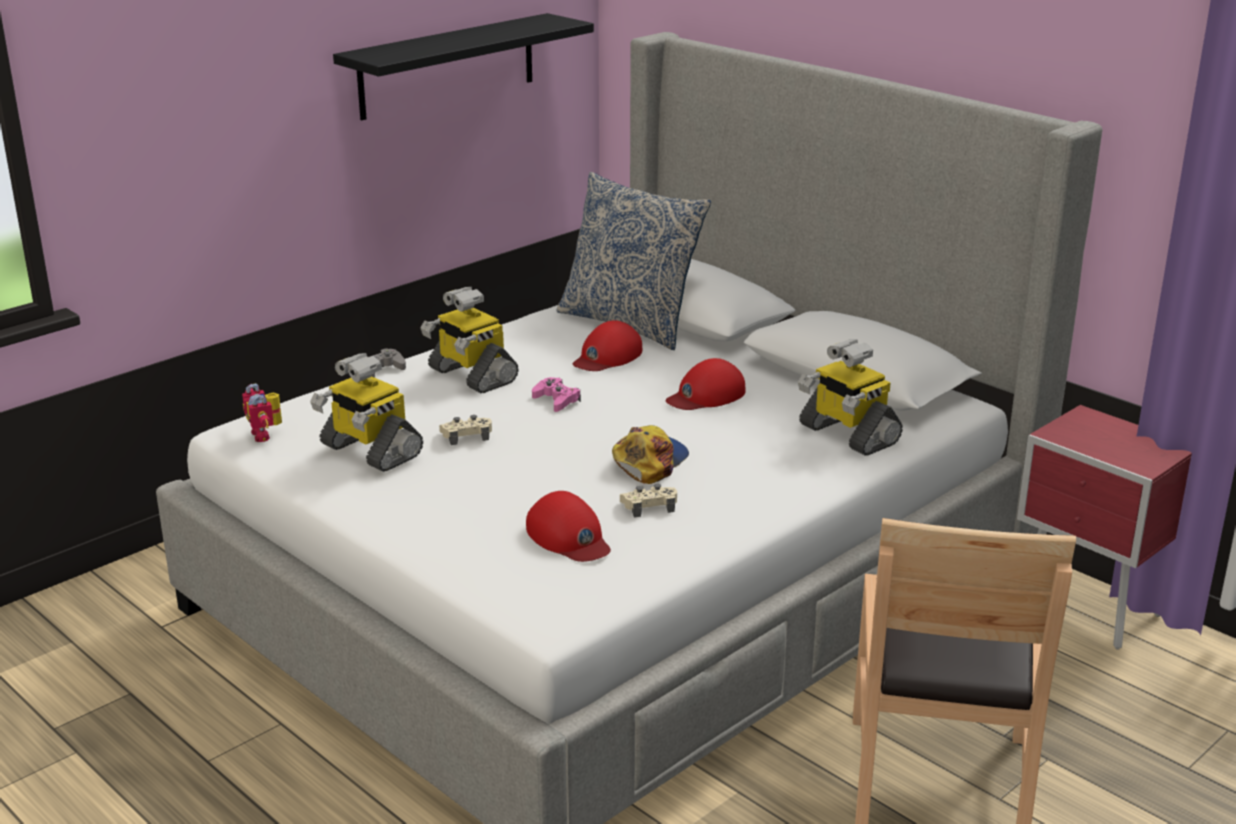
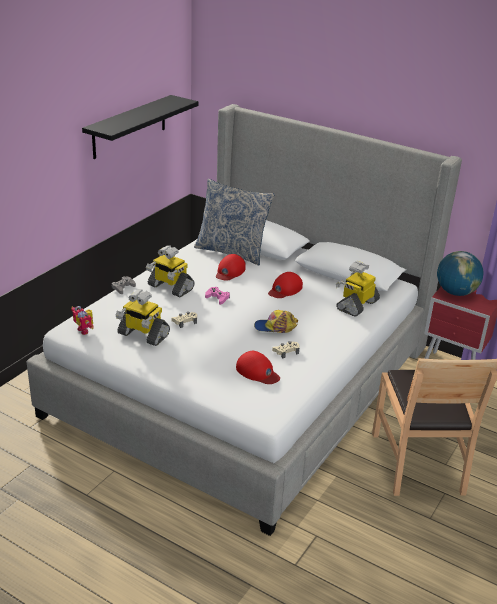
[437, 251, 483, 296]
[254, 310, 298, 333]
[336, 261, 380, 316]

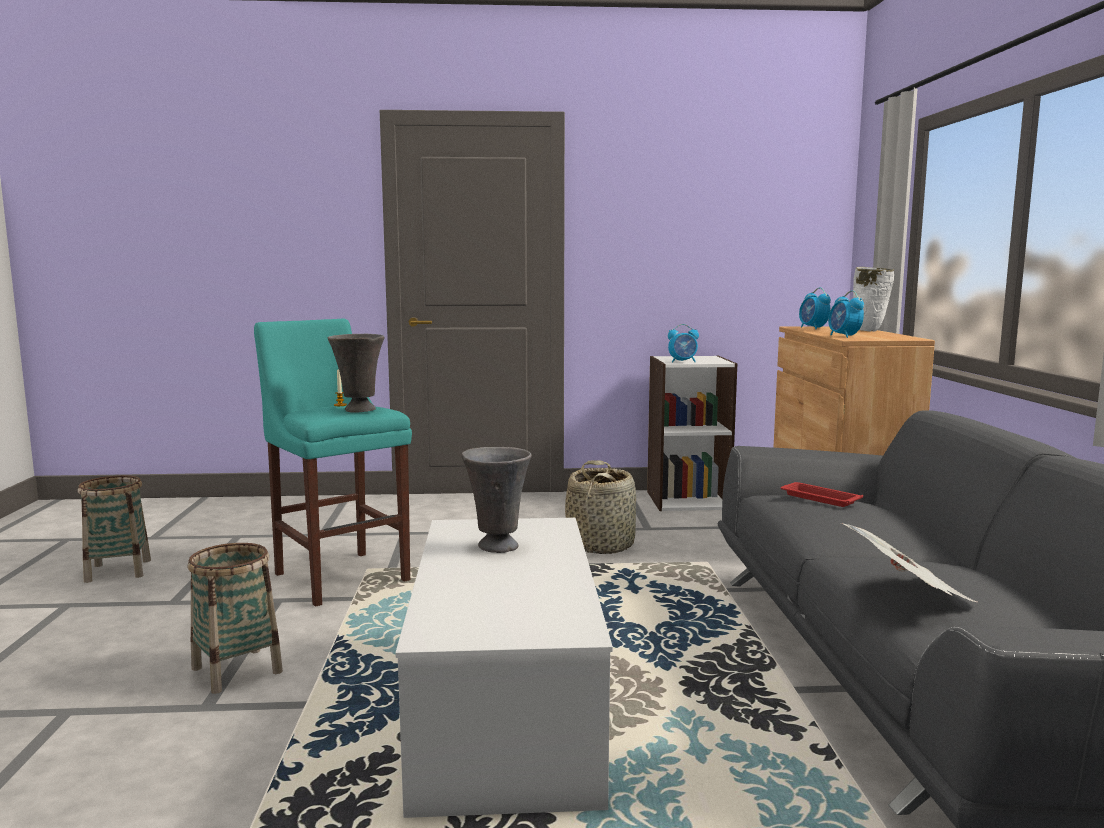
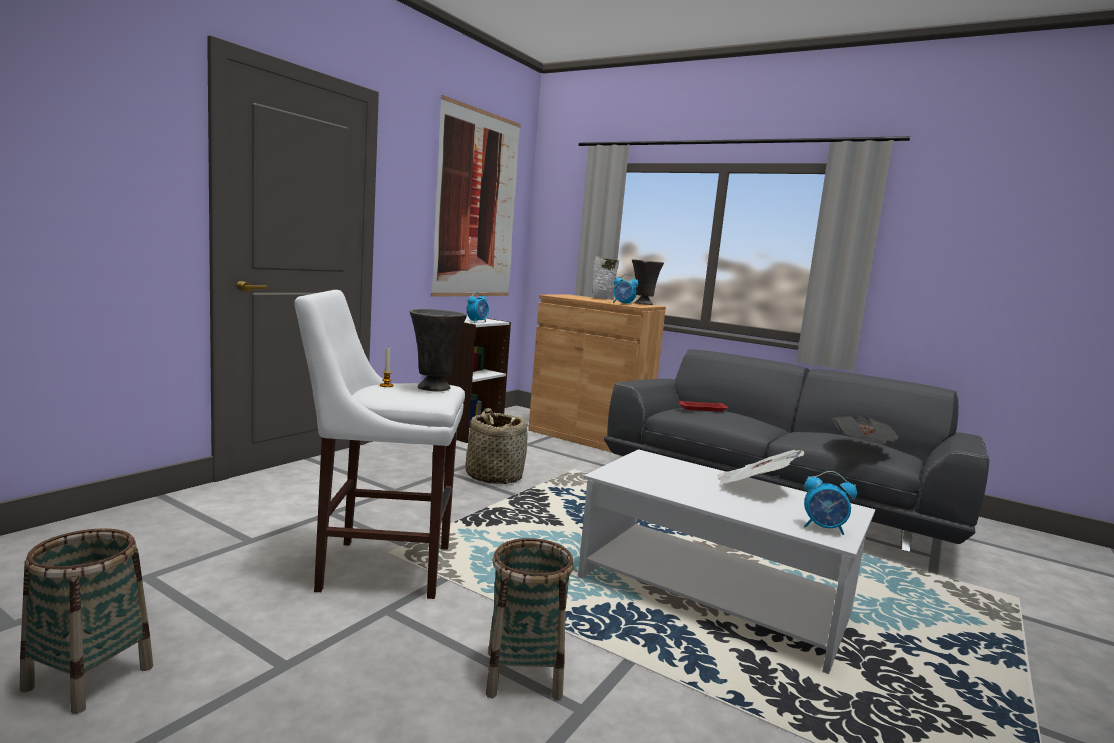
[431, 95, 521, 297]
[717, 450, 804, 485]
[632, 259, 664, 305]
[804, 471, 857, 535]
[294, 290, 465, 599]

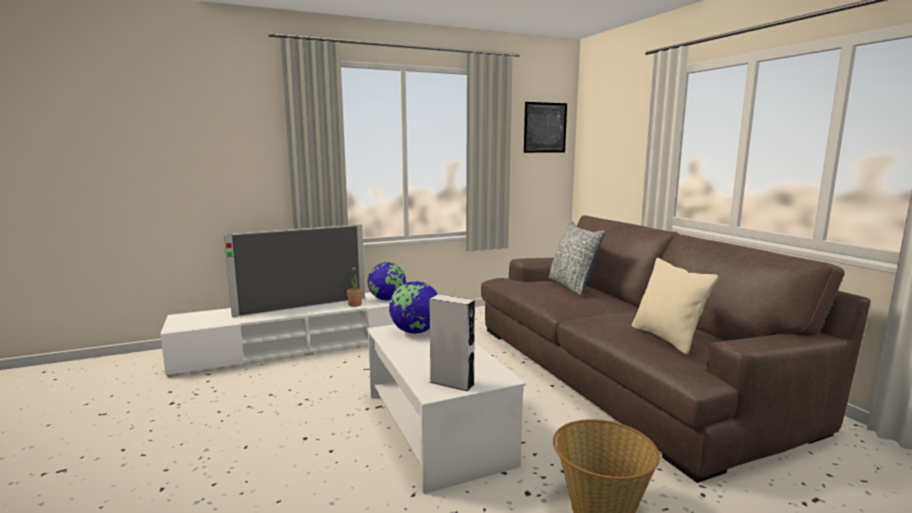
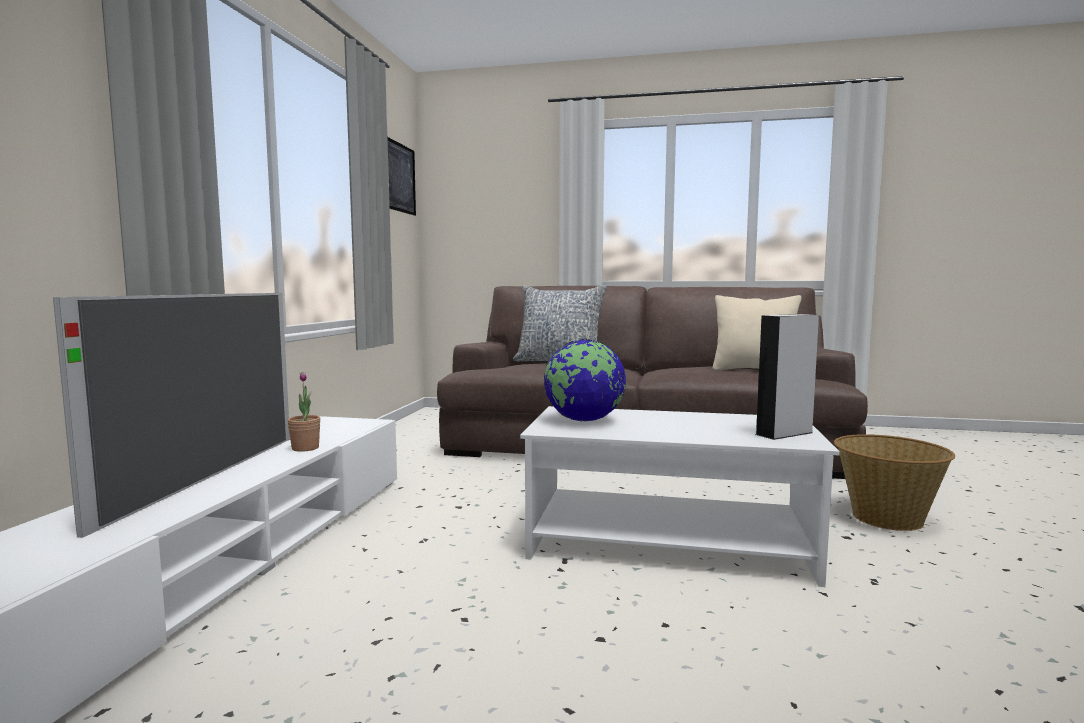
[368, 262, 406, 300] (first image)

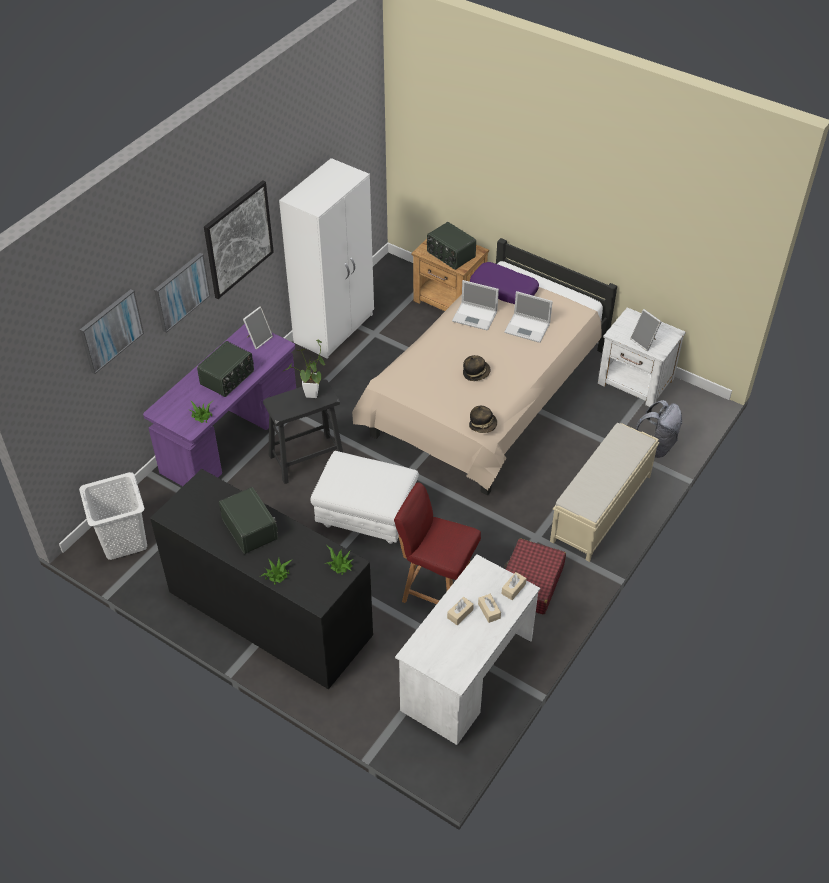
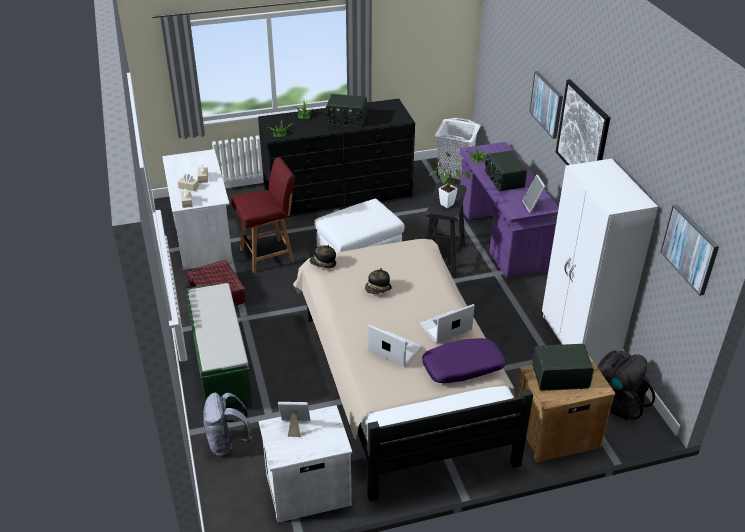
[597, 351, 655, 421]
[660, 204, 719, 296]
[186, 283, 252, 407]
[368, 324, 423, 367]

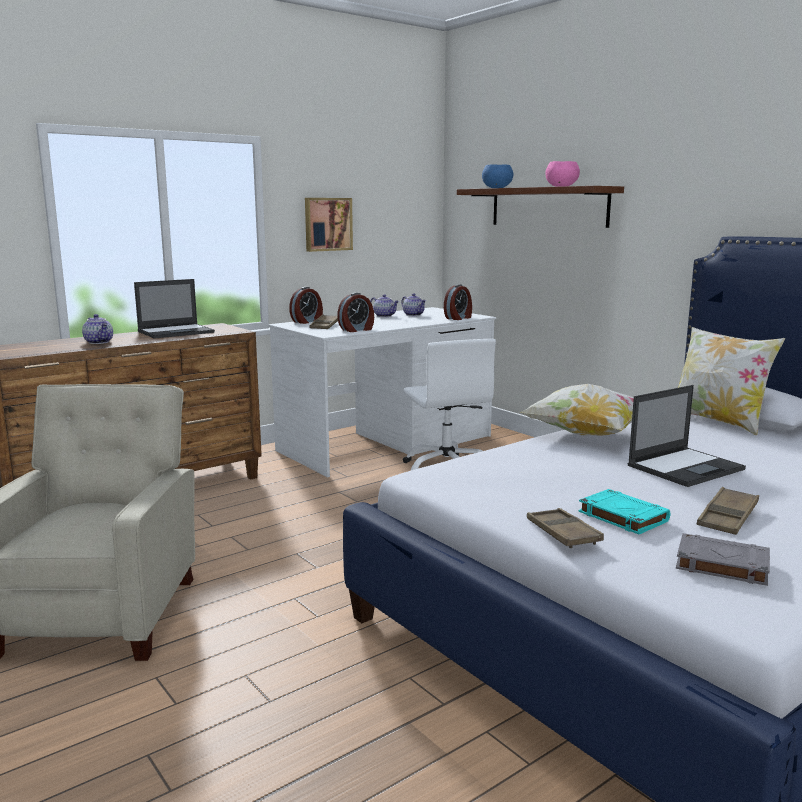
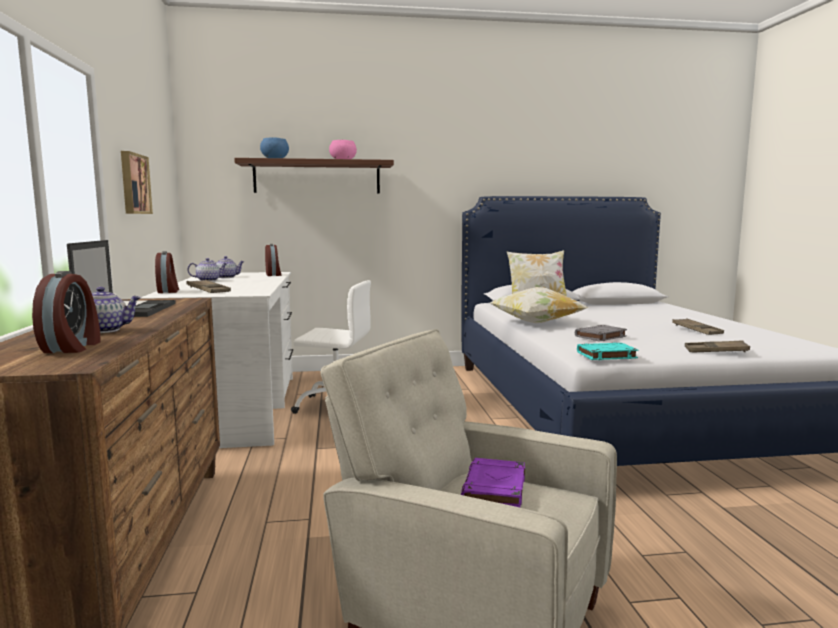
[628, 385, 746, 487] (first image)
[461, 458, 525, 507]
[32, 271, 100, 353]
[577, 342, 638, 360]
[575, 325, 627, 342]

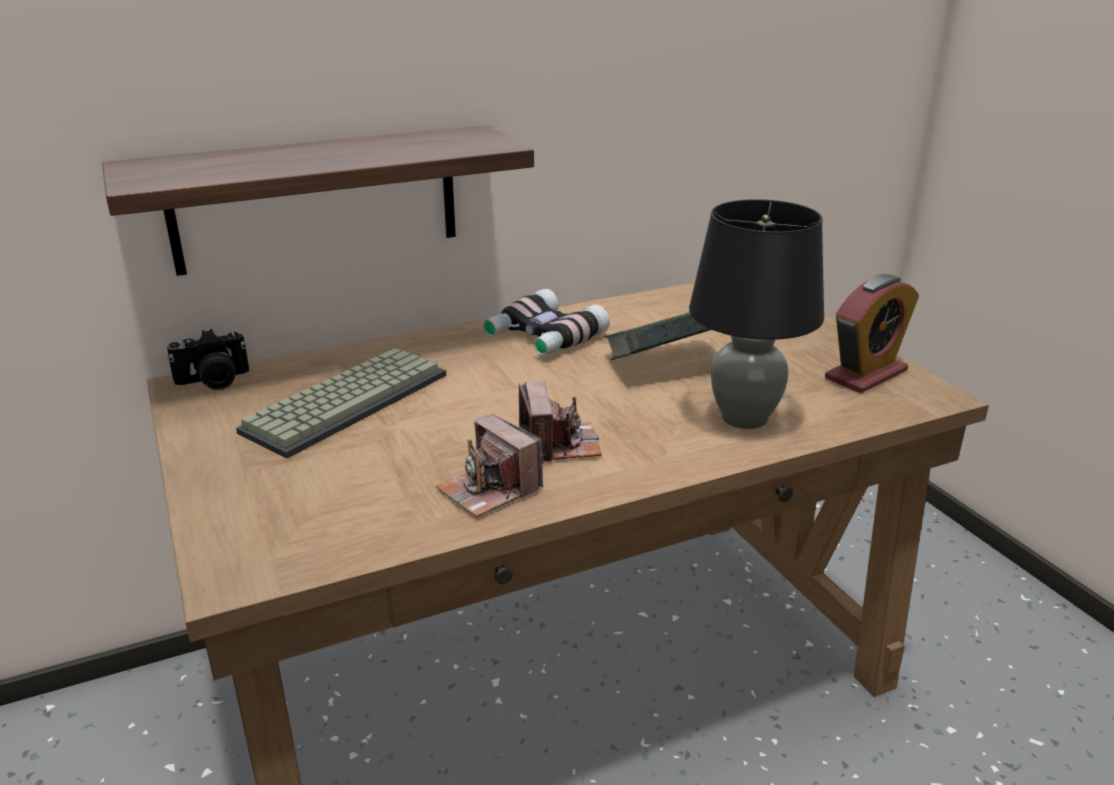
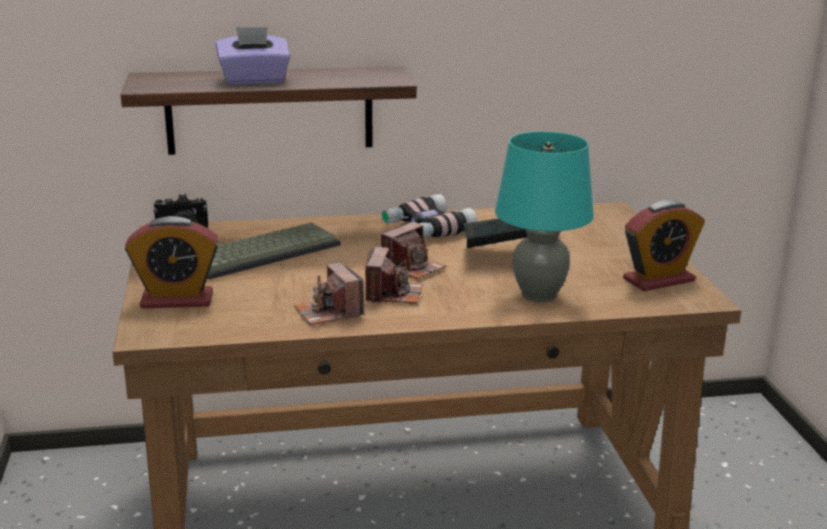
[125, 216, 219, 308]
[216, 27, 290, 85]
[381, 221, 447, 279]
[495, 131, 594, 302]

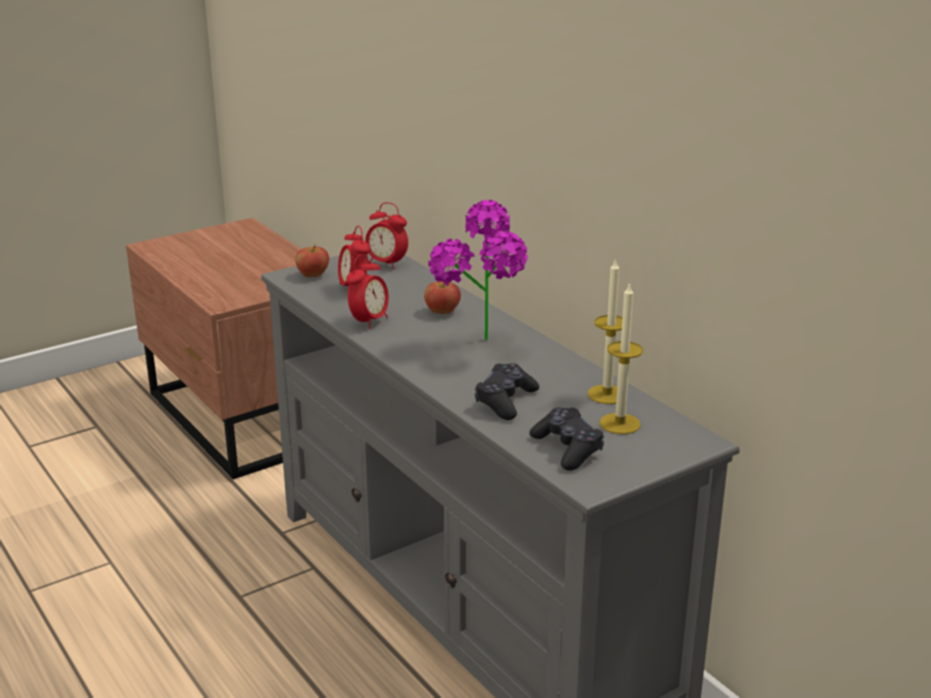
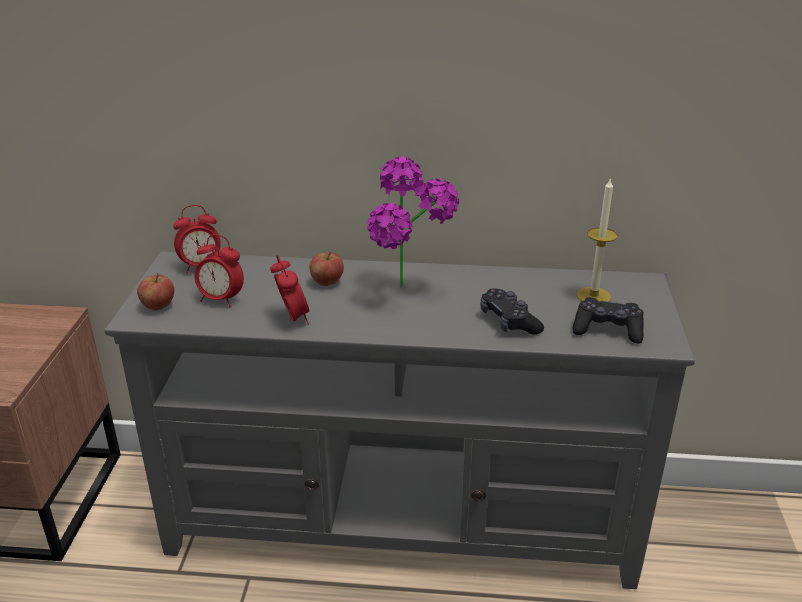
[588, 258, 623, 404] (first image)

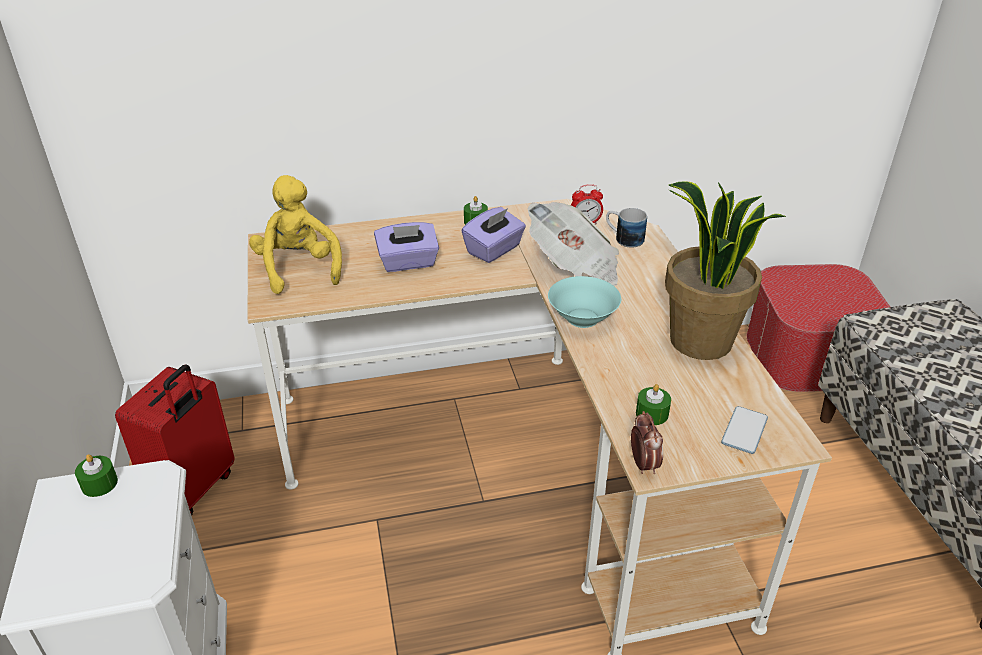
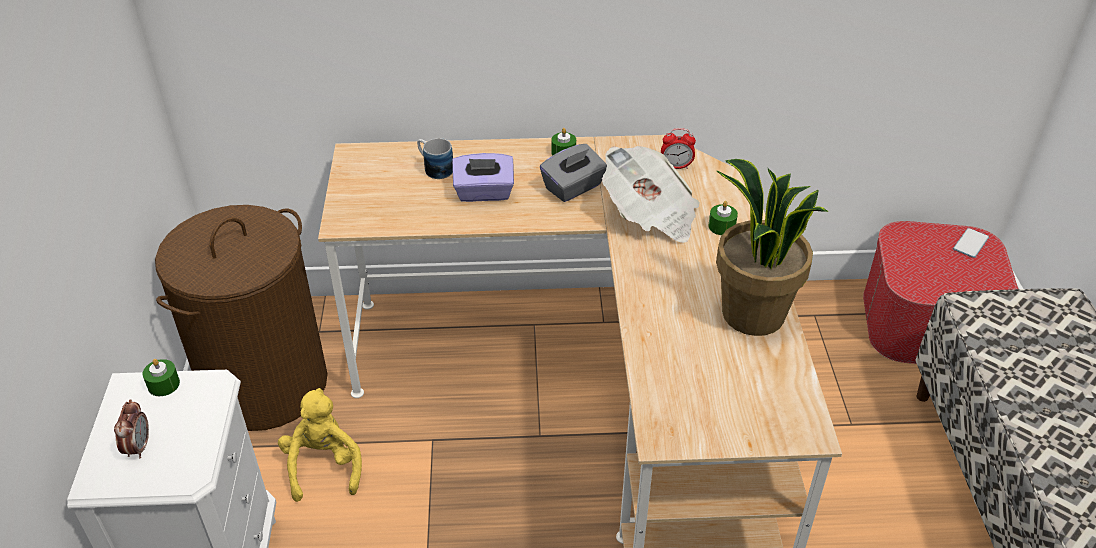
[548, 276, 621, 328] (first image)
[278, 388, 362, 502]
[417, 138, 453, 179]
[114, 399, 149, 458]
[708, 201, 738, 235]
[953, 228, 989, 258]
[155, 205, 328, 431]
[540, 144, 607, 202]

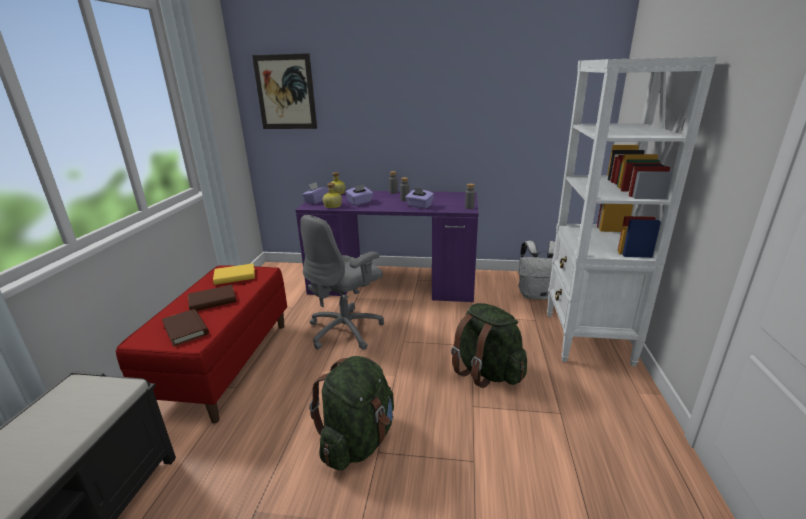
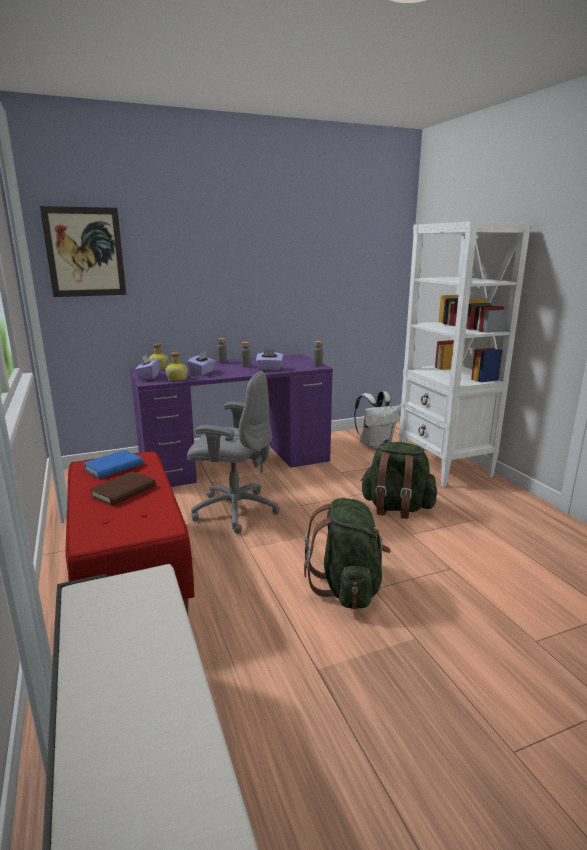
[162, 309, 209, 346] (first image)
[83, 450, 143, 479]
[187, 371, 280, 534]

